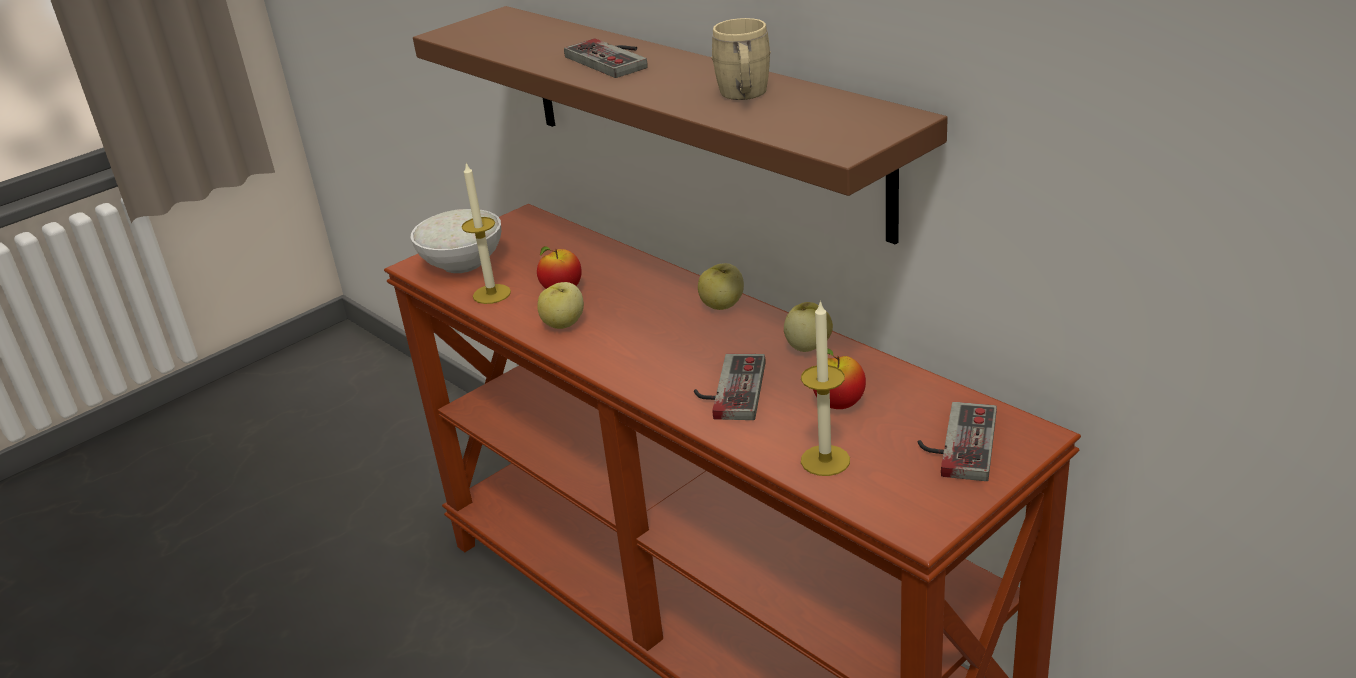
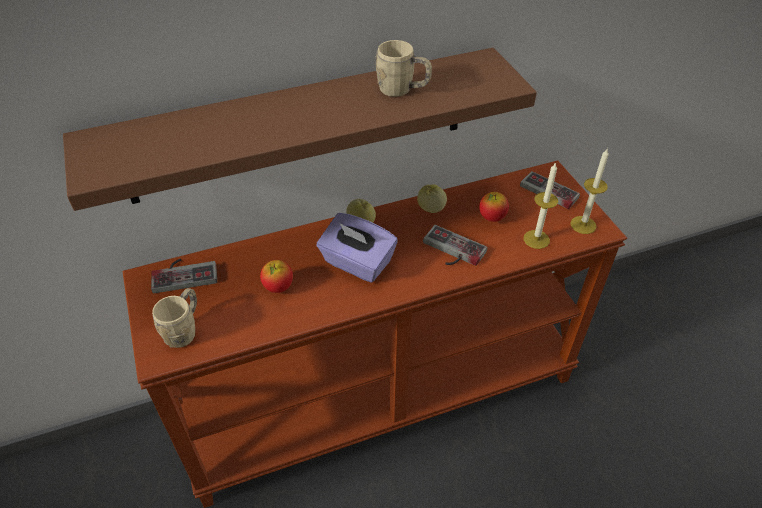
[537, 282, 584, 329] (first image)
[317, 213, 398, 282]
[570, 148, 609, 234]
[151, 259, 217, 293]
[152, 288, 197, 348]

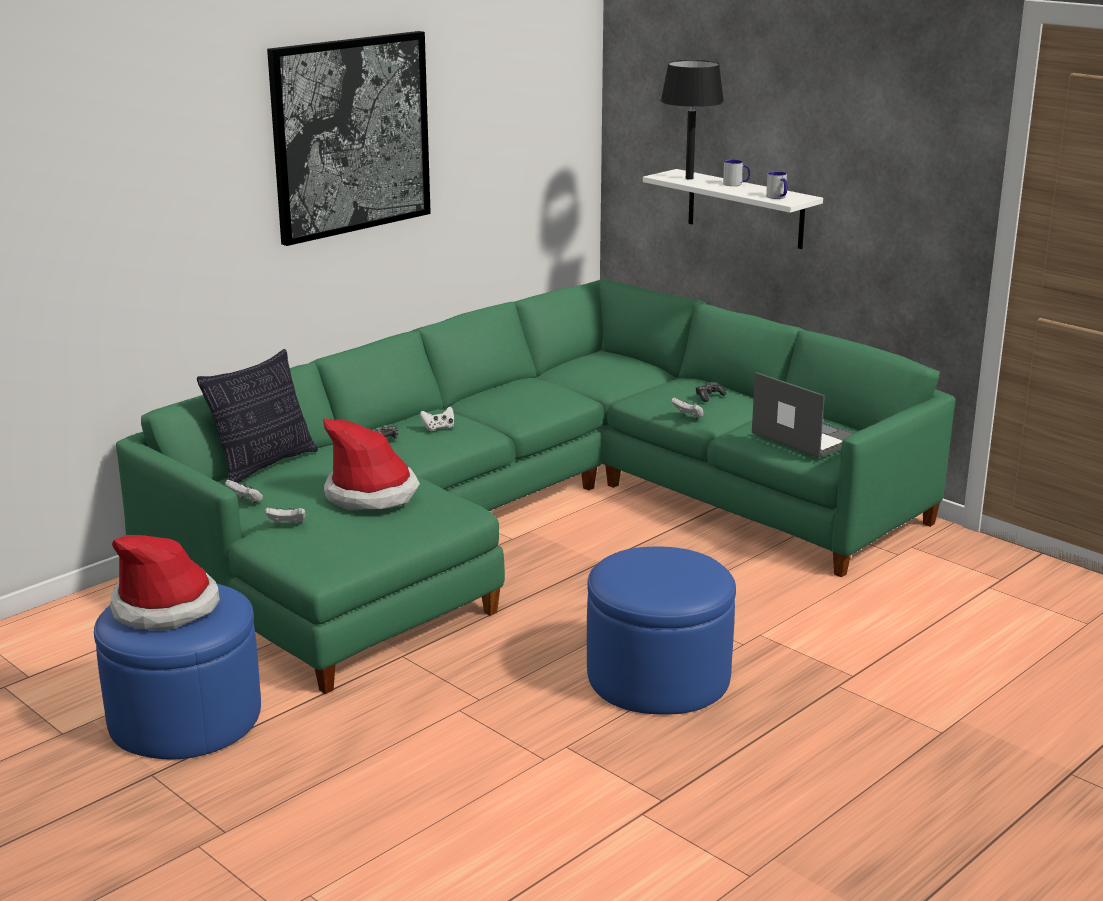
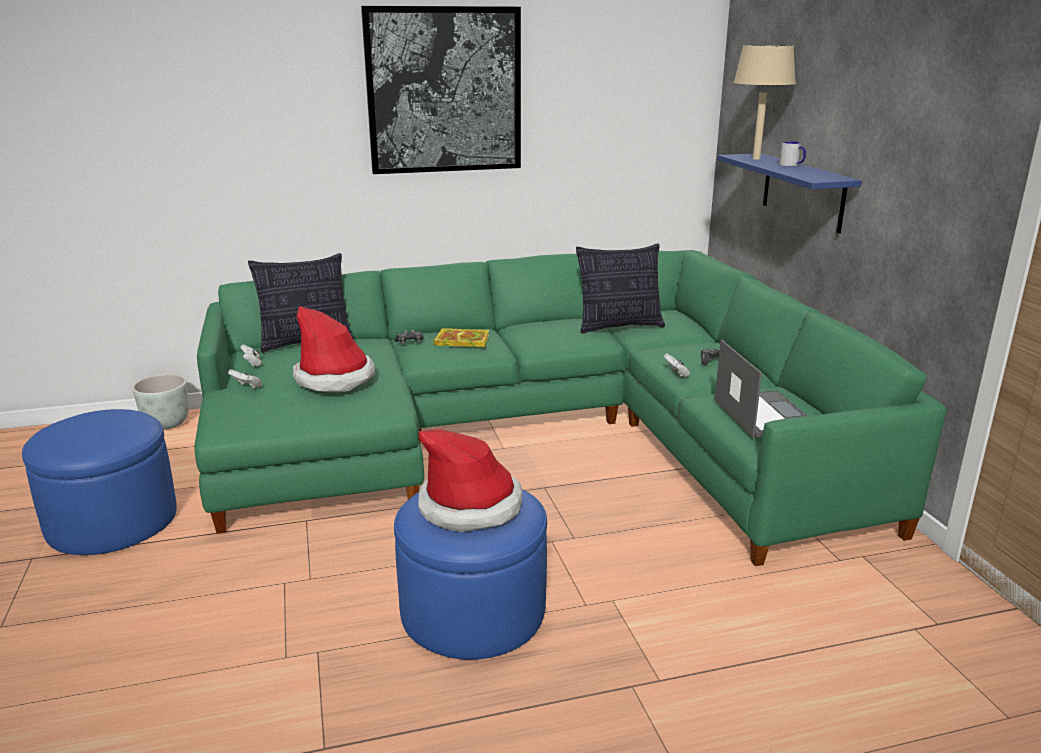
[766, 171, 787, 199] (first image)
[132, 374, 189, 430]
[576, 243, 665, 334]
[418, 429, 522, 532]
[434, 329, 489, 348]
[718, 154, 862, 233]
[734, 45, 796, 160]

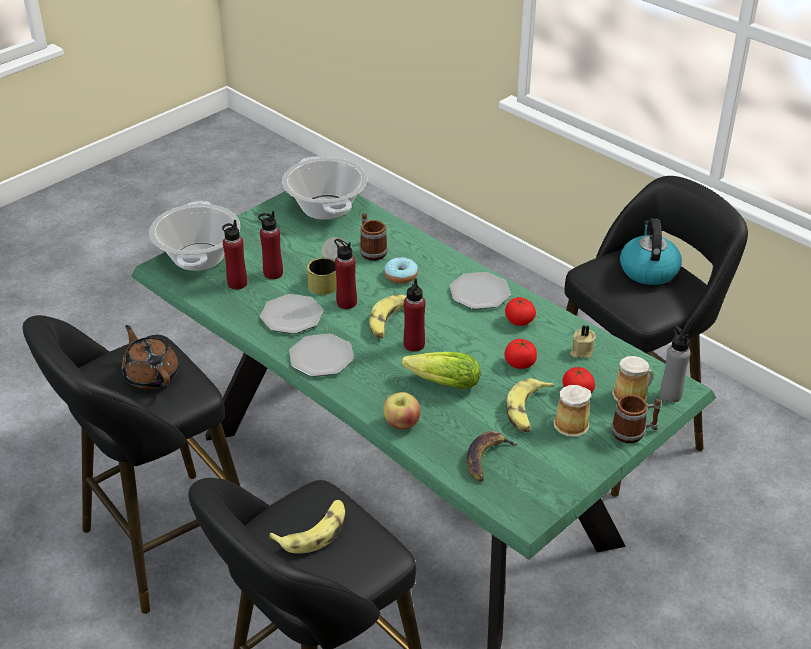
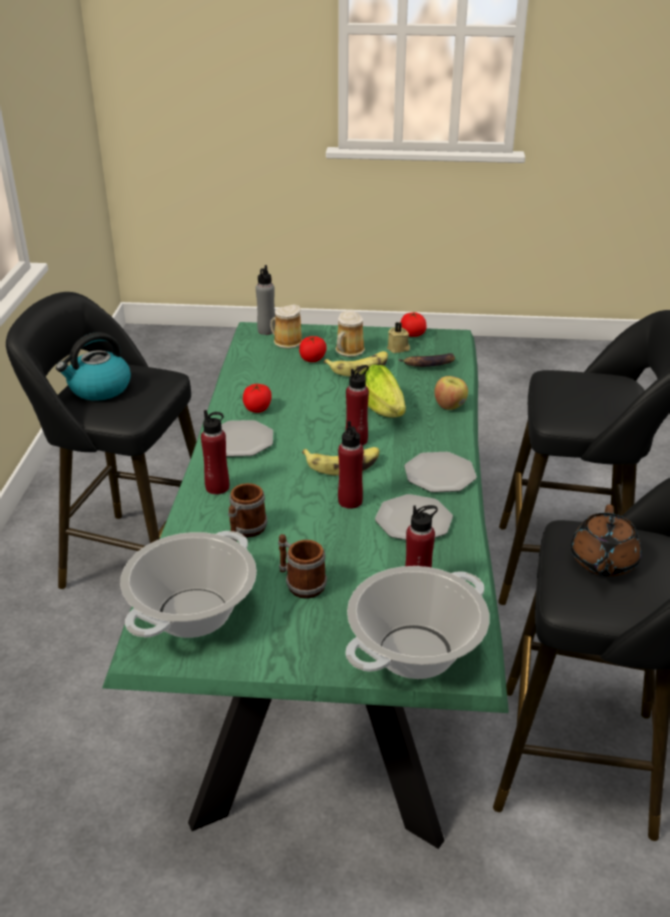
[269, 500, 345, 554] (first image)
[307, 237, 347, 295] (first image)
[384, 257, 418, 284] (first image)
[201, 410, 229, 495]
[400, 312, 427, 337]
[387, 322, 410, 353]
[278, 534, 327, 599]

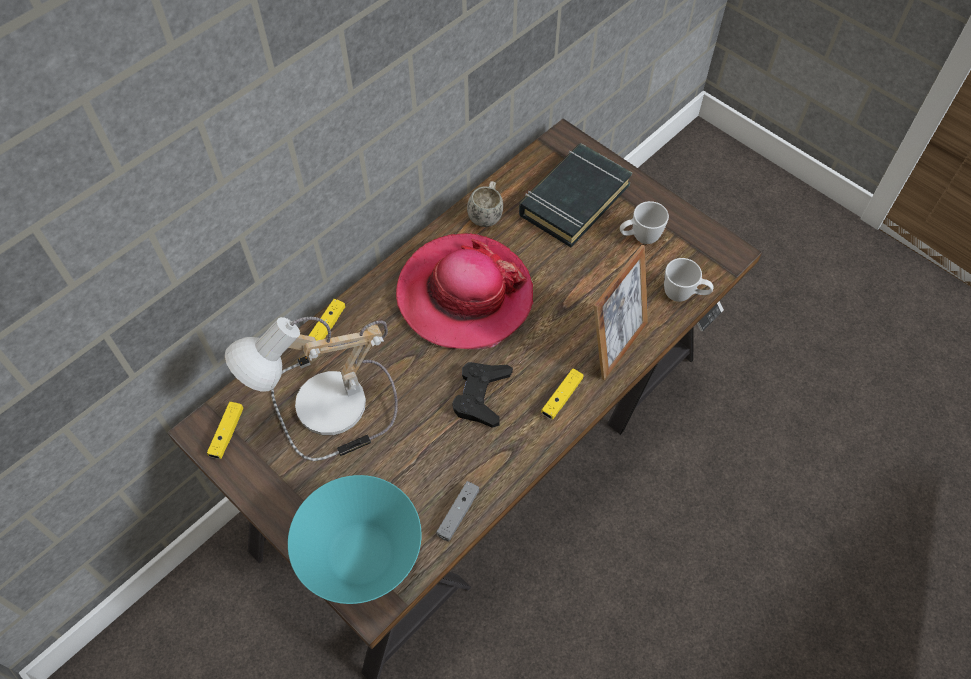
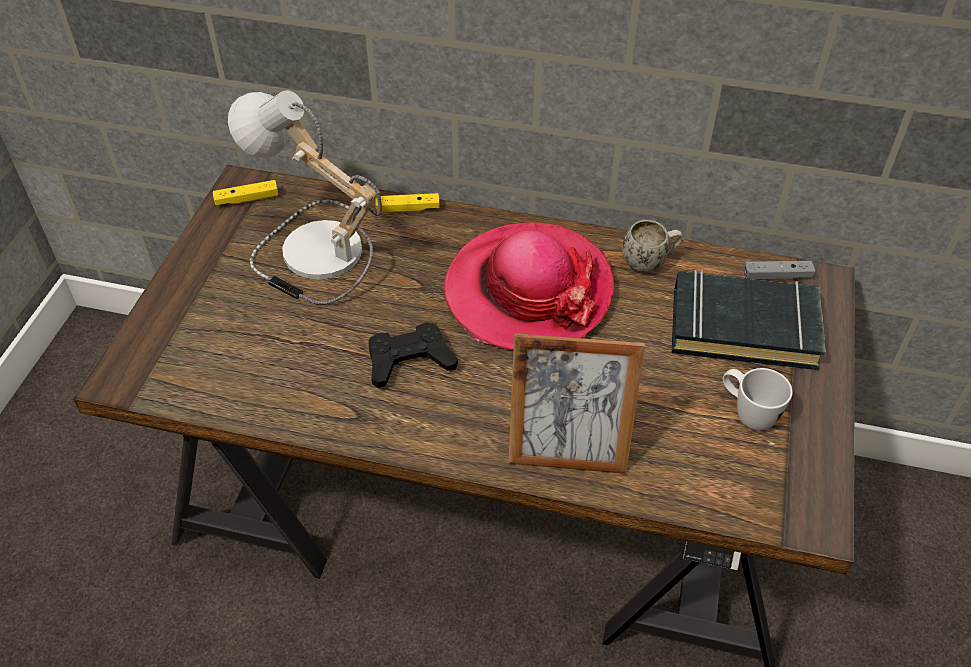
[288, 475, 422, 604] (first image)
[541, 368, 584, 419] (first image)
[664, 258, 713, 302] (first image)
[744, 261, 815, 280]

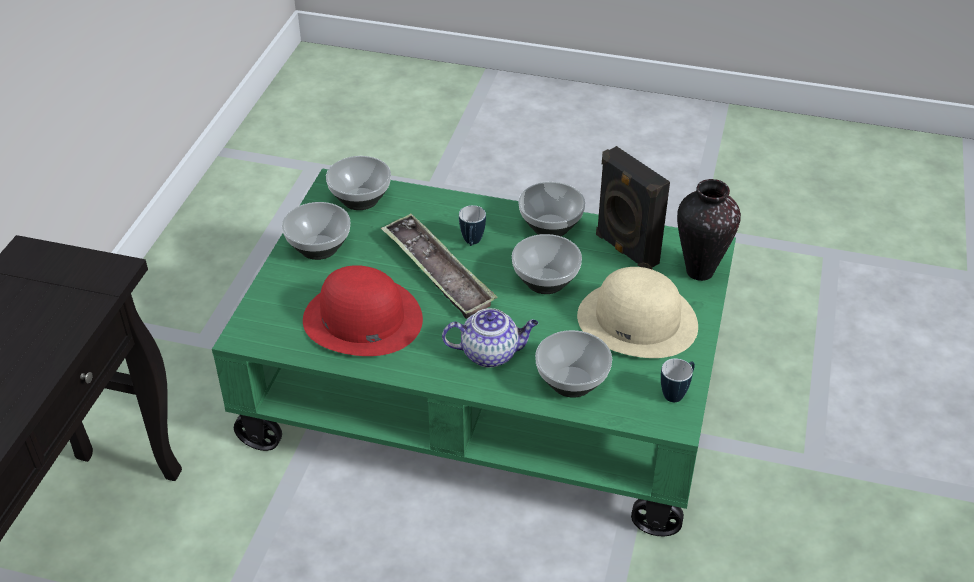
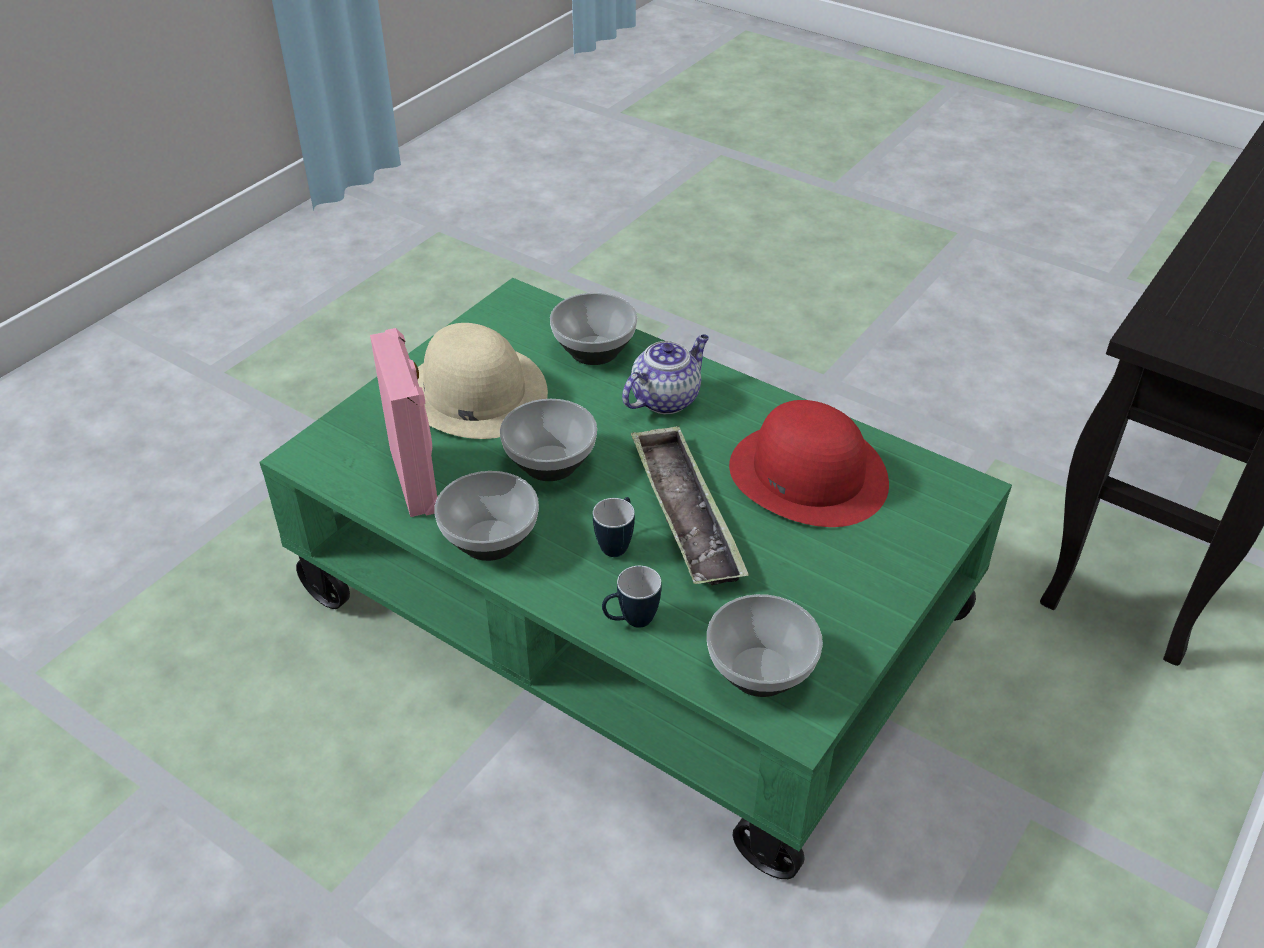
[282, 202, 350, 260] (first image)
[677, 179, 741, 281] (first image)
[602, 566, 662, 628]
[370, 328, 438, 517]
[622, 334, 709, 414]

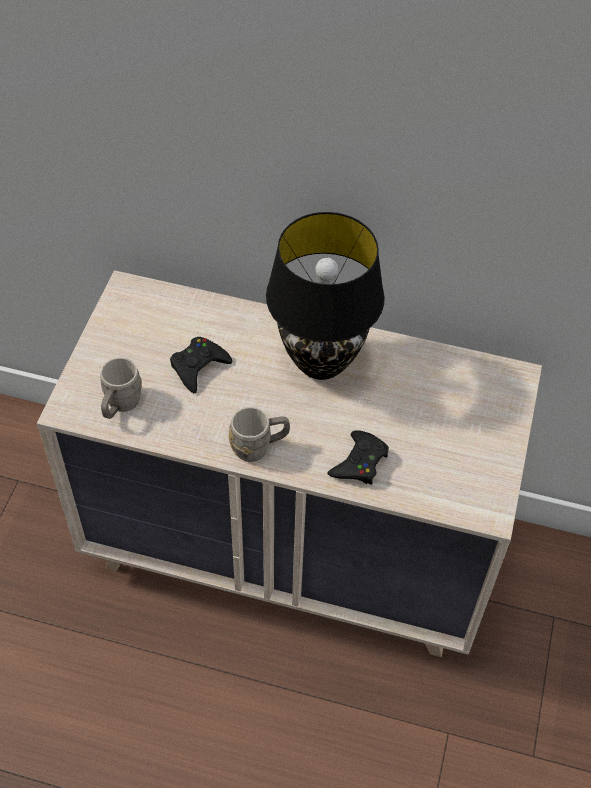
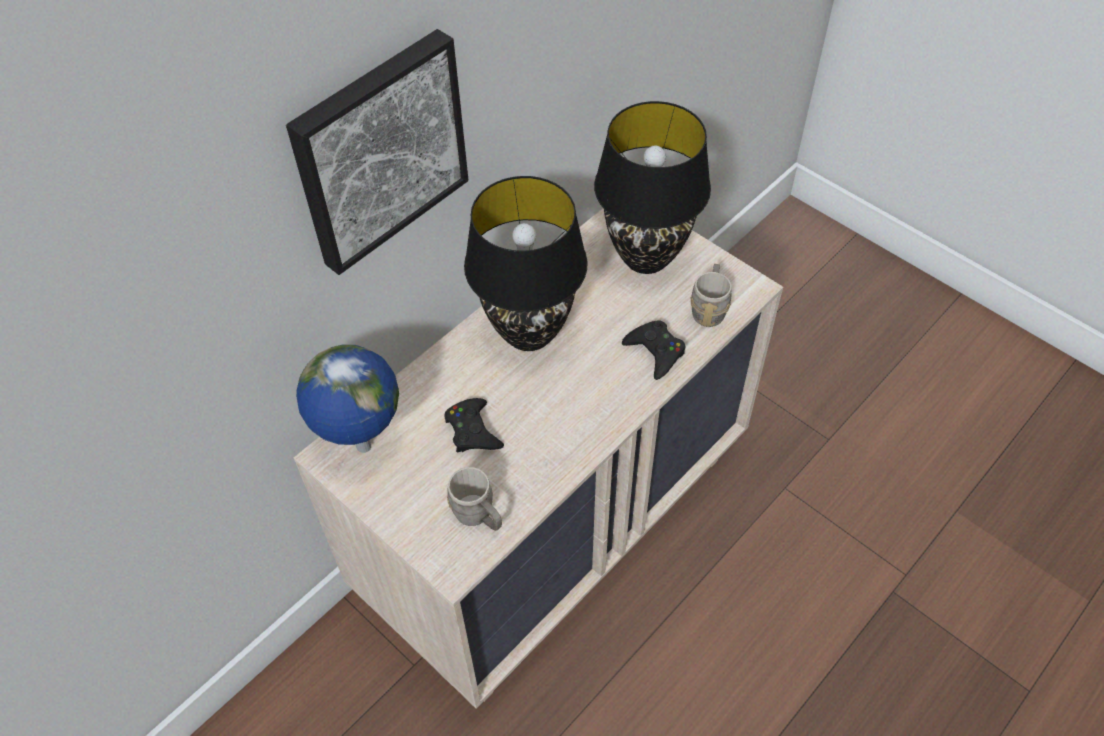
[286, 29, 469, 275]
[296, 344, 399, 453]
[594, 101, 711, 274]
[690, 264, 732, 327]

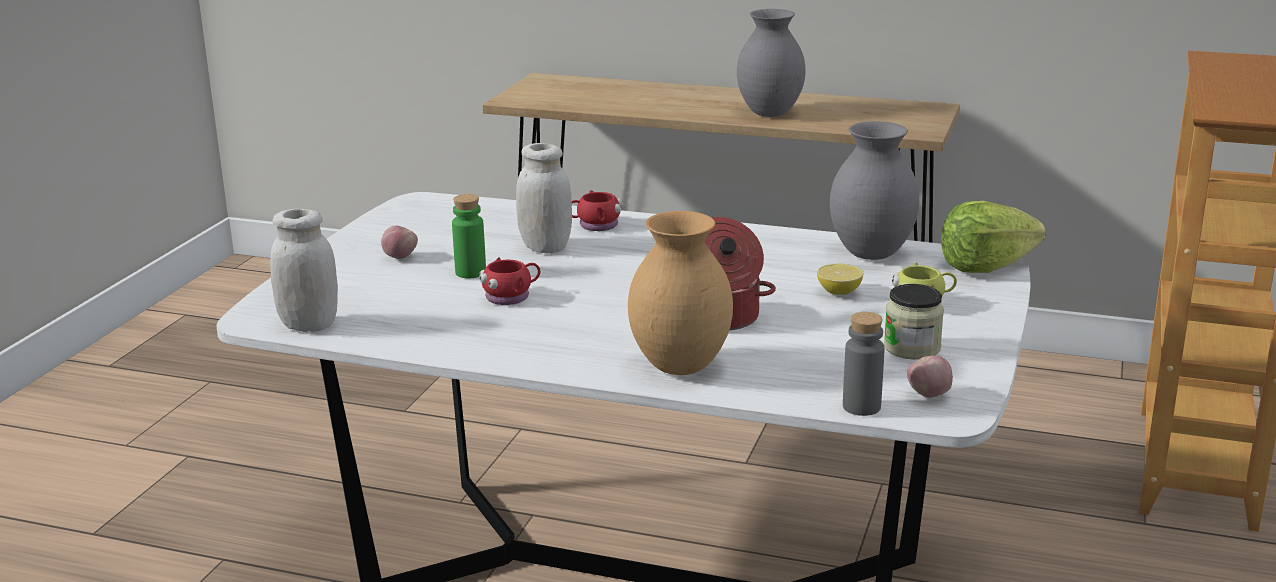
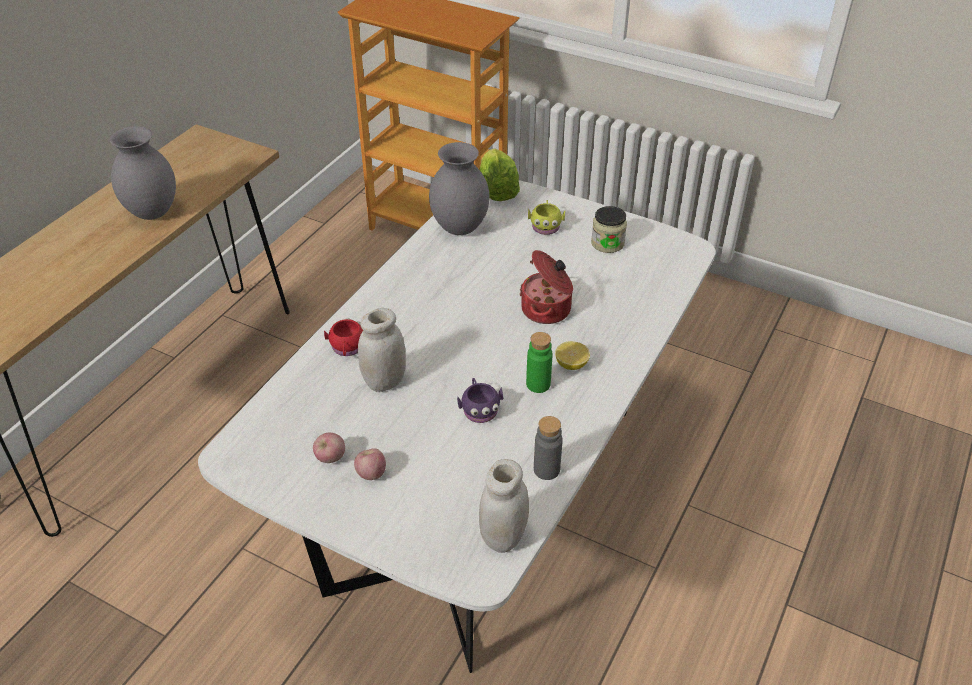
[628, 211, 733, 375] (first image)
[526, 332, 553, 393]
[555, 341, 590, 370]
[534, 416, 563, 480]
[313, 433, 345, 463]
[457, 378, 503, 423]

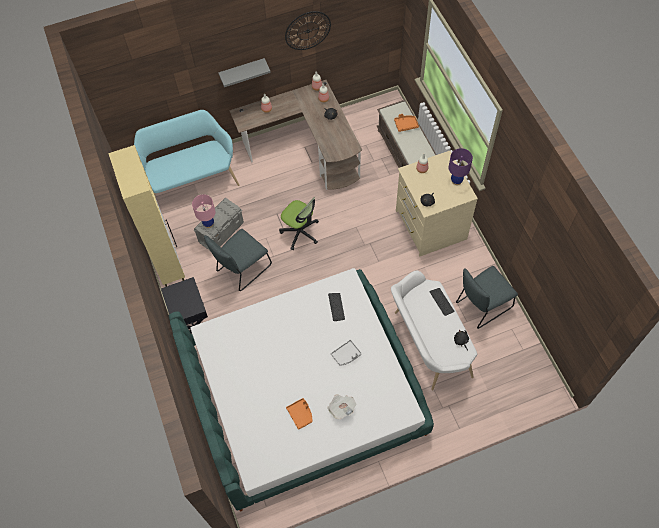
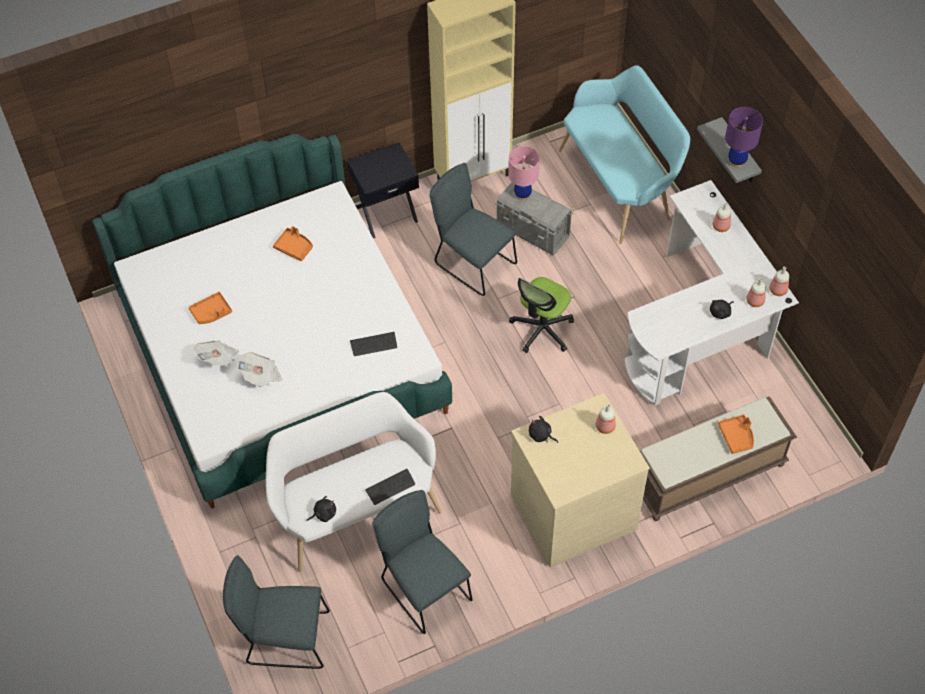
[285, 11, 331, 50] (first image)
[331, 340, 362, 366] (first image)
[223, 555, 330, 669]
[237, 352, 282, 387]
[273, 226, 313, 261]
[725, 107, 763, 167]
[625, 180, 799, 406]

